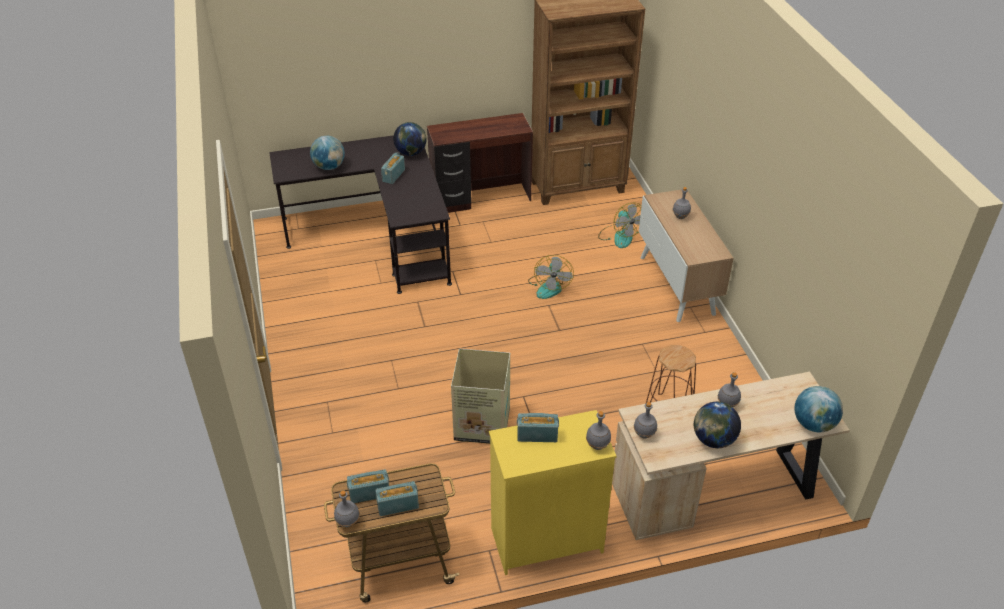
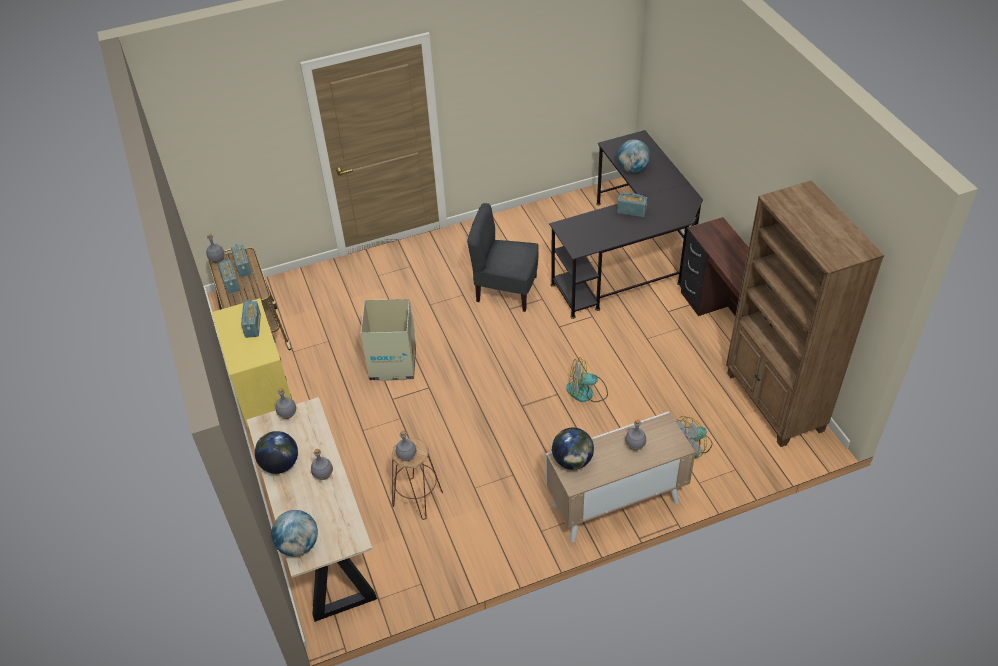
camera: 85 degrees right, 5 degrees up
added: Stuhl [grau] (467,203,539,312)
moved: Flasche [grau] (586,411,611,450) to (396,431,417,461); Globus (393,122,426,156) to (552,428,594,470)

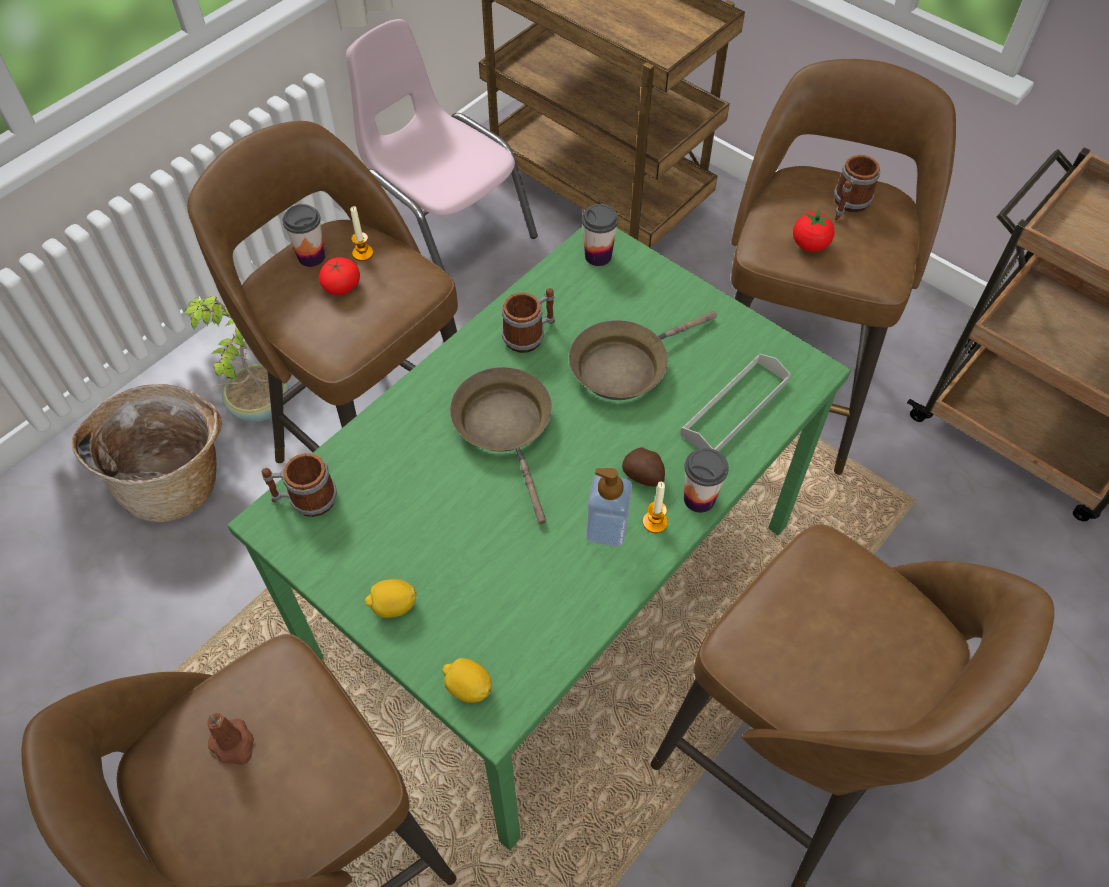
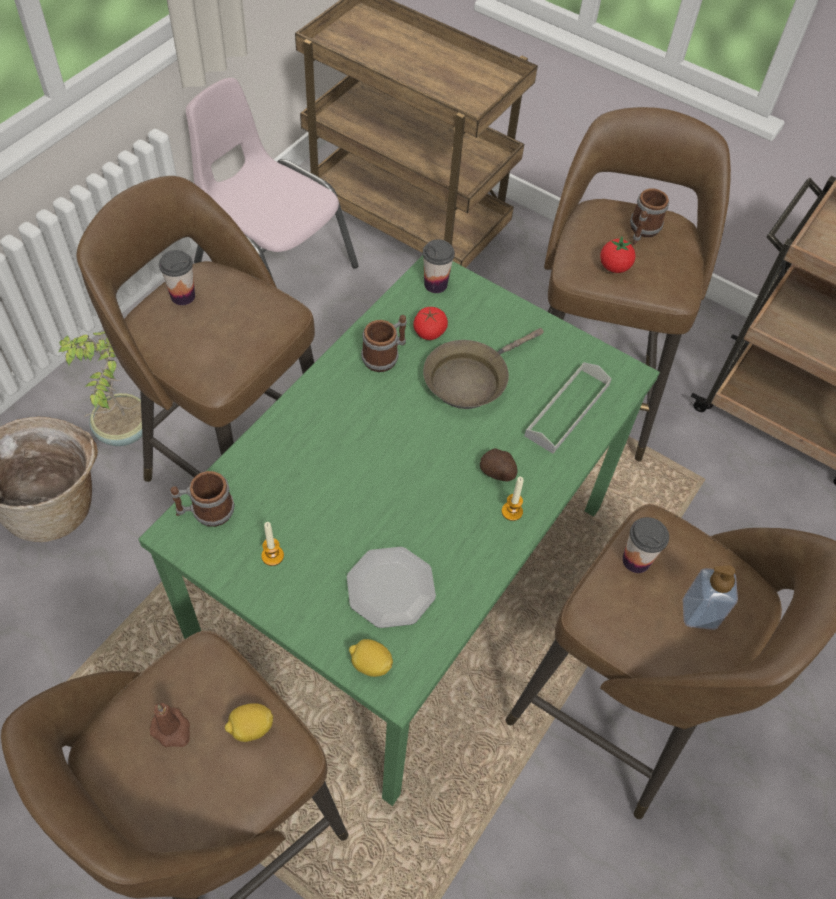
camera: 10 degrees left, 0 degrees up
removed: Pfanne [braun] (450,367,552,524)
added: Teller (347,547,436,628)
moved: Zitrone (365,579,417,618) to (225,703,273,742); Kerze (350,206,374,261) to (261,522,284,566); Tomate (319,257,360,295) to (413,307,448,340); Tasse (684,448,729,513) to (622,517,669,573); Seifenspender (586,468,632,547) to (683,565,738,630)

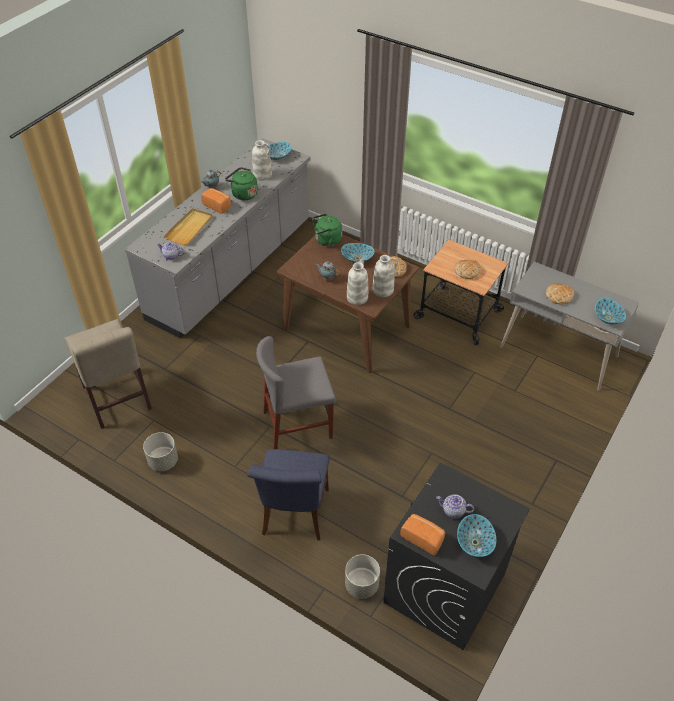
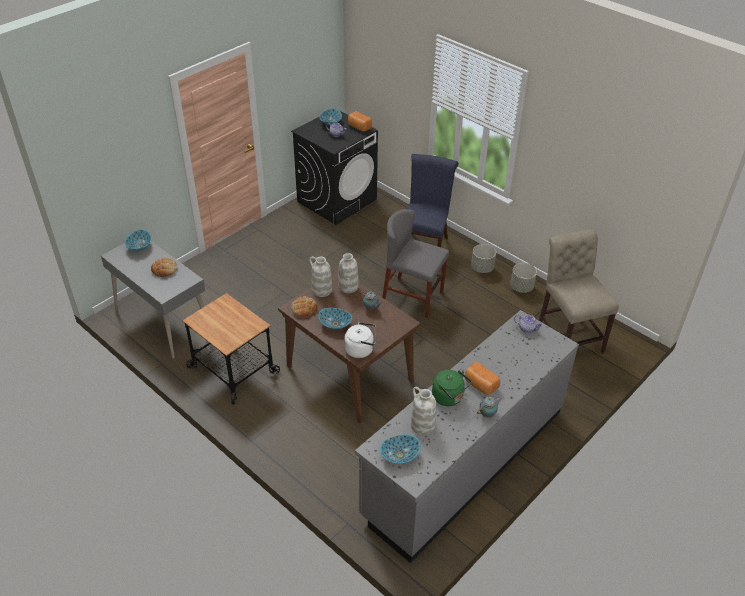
camera: 170 degrees left, 5 degrees down
removed: Tablett [beige] (164,208,213,245); Brot (455,260,481,279)
moved: Pflanzkübel [grau] (345,554,380,599) to (471,244,496,273)
recoloured: Wasserkessel [grün] (312,213,342,246) to Wasserkessel [weiß] (344,322,376,358)
turned: Stuhl [grau] (256,336,336,449) = (382,209,449,318) 150 degrees counterclockwise

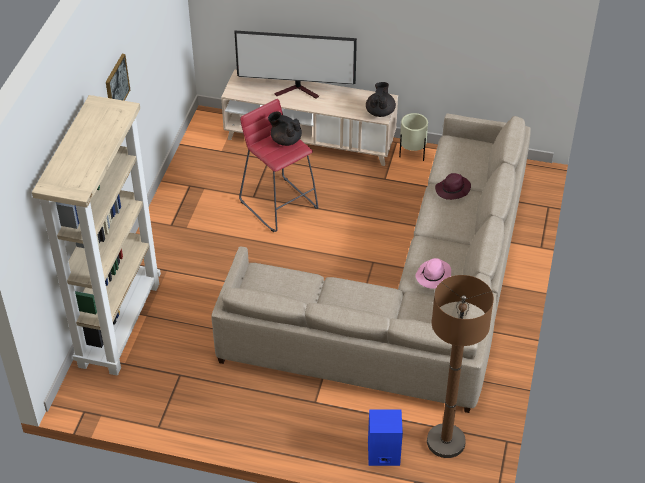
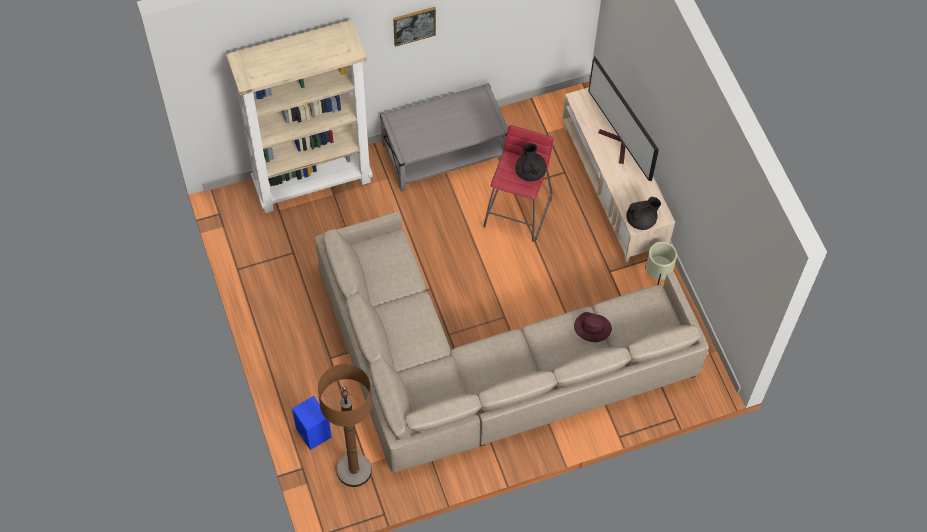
camera: 55 degrees right, 15 degrees up
removed: Hut [rosa] (415,258,451,289)
added: Couchtisch [grau] (380,83,508,191)

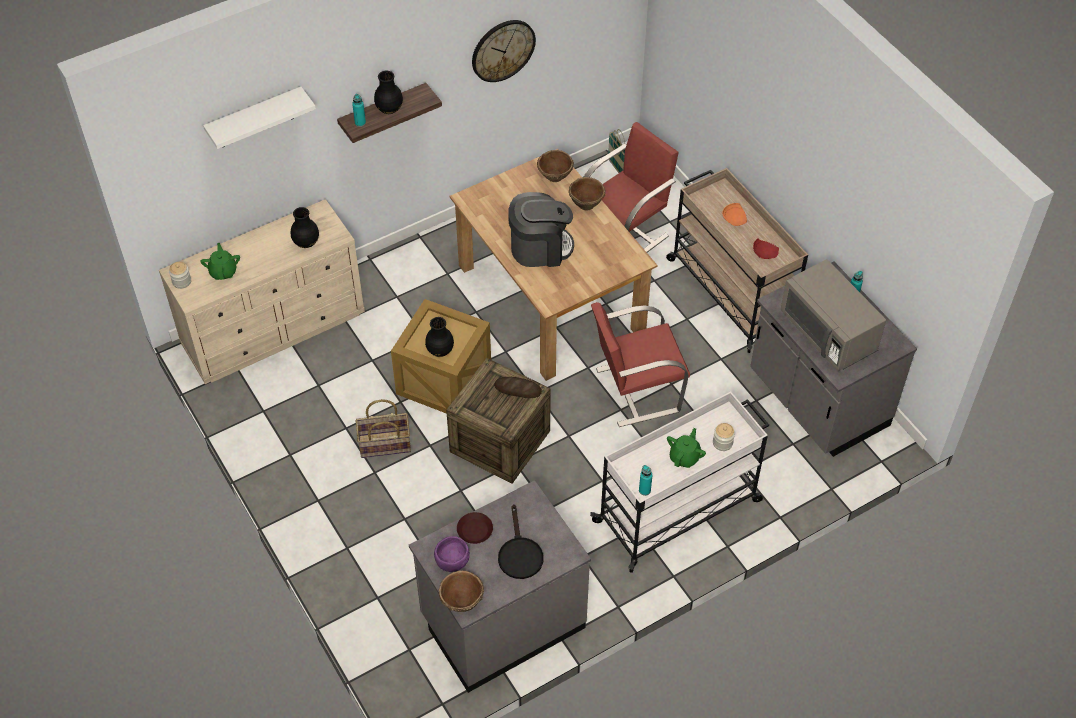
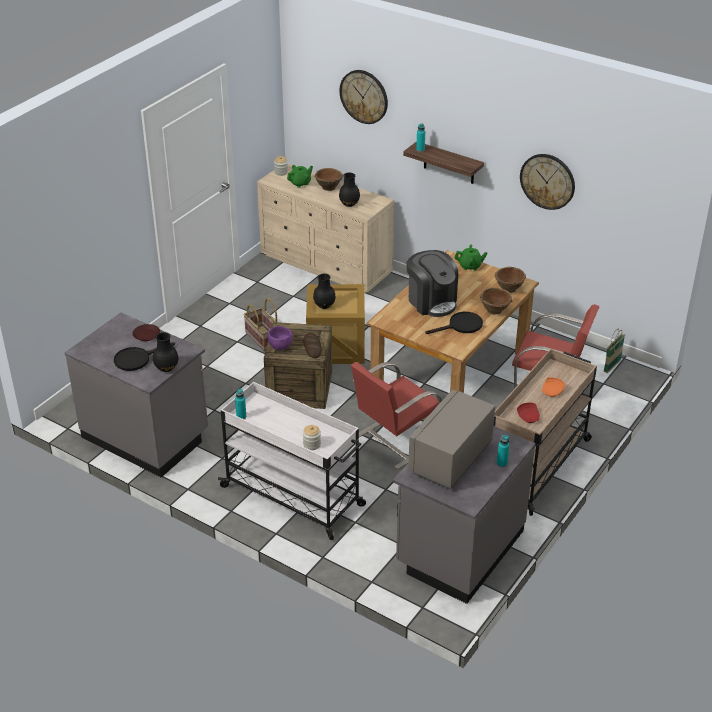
camera: 65 degrees right, 15 degrees down
added: Pfanne [schwarz] (425,312,483,334)
moved: Vase [schwarz] (374,71,403,114) to (153,332,178,372); Schüssel [lila] (434,536,470,572) to (268,326,293,350); Schüssel [braun] (439,571,484,612) to (314,168,342,191); Teekanne [grün] (667,428,706,468) to (455,245,488,270)
replaced: Wandregal [weiß] (203,87,316,149) to Wanduhr (339,70,388,124)
turned: Stuhl [rot] (591,302,690,427) = (351,362,442,469) 90 degrees counterclockwise

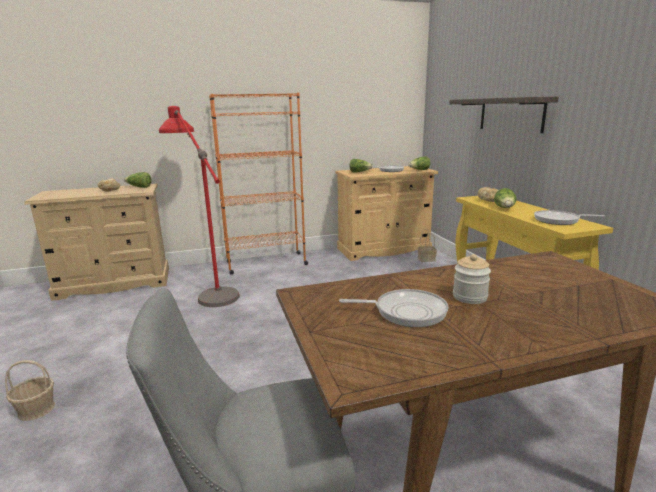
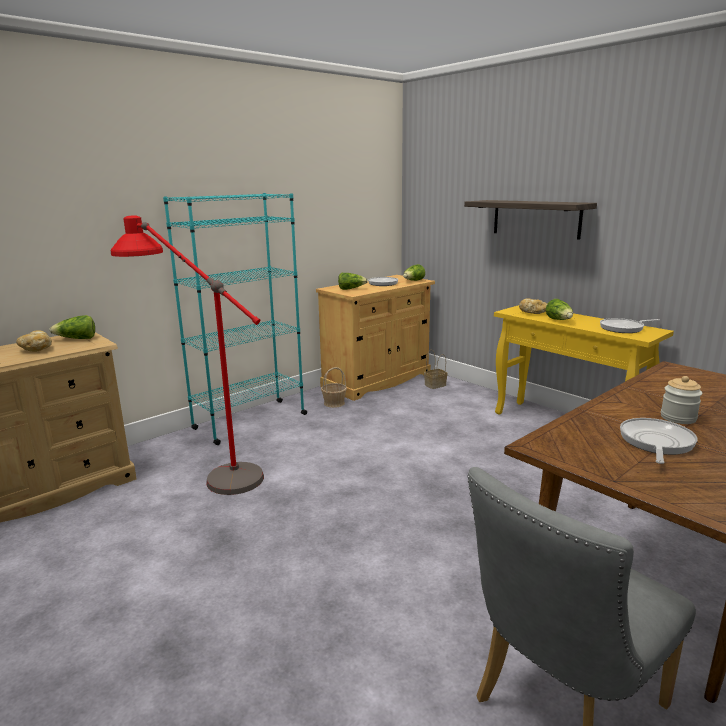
camera: 25 degrees left, 0 degrees up
moved: Korb (5,360,55,421) to (321,367,347,408)
recoloured: Bücherregal [orange] (209,93,308,275) to Bücherregal [türkis] (163,193,307,445)
turned: Pfanne (339,289,448,327) = (620,418,698,464) 45 degrees counterclockwise

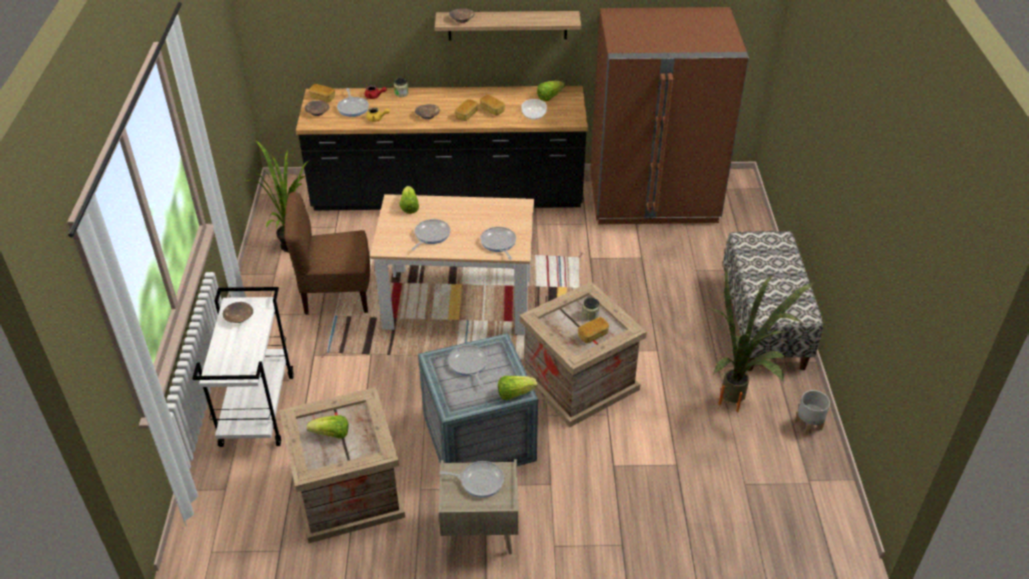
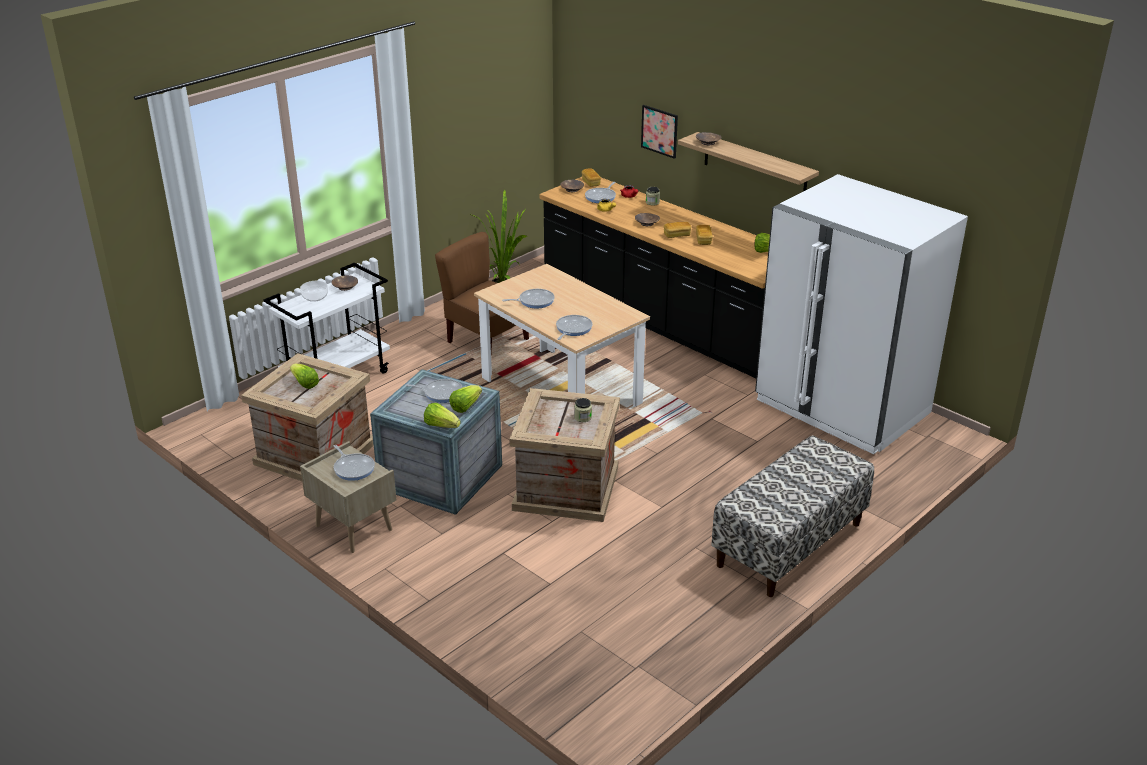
camera: 45 degrees right, 10 degrees down
removed: Brot (578,317,609,343); Topfpflanze (708,269,814,412); Pflanzkübel [grau] (795,390,830,436)
added: Bild (641,105,678,159)
moved: Schüssel (522,99,547,120) to (300,281,328,302); Salatkopf (399,186,419,214) to (449,385,482,413)
recoloured: Kühlschrank [braun] (590,7,749,224) to Kühlschrank [weiß] (755,174,968,454)
turned: Pfanne (448,345,488,386) = (405,379,463,403) 75 degrees clockwise

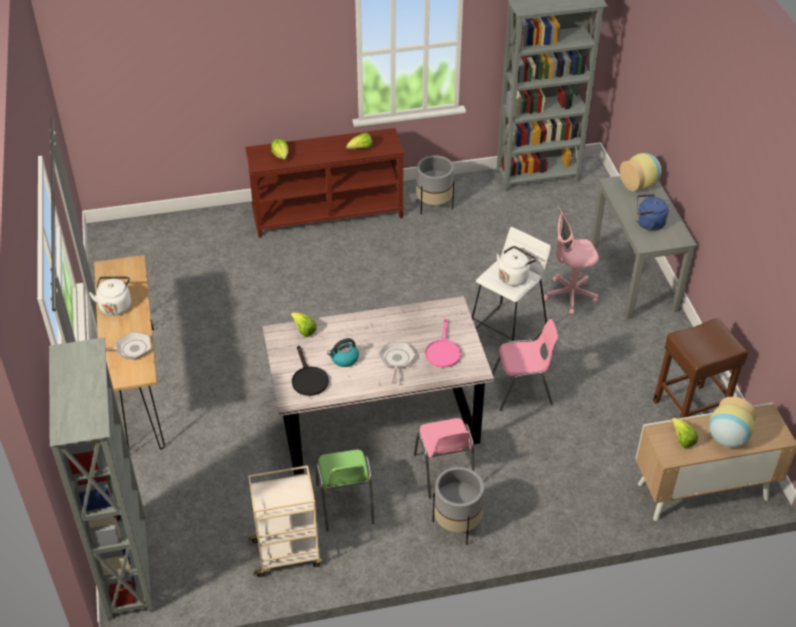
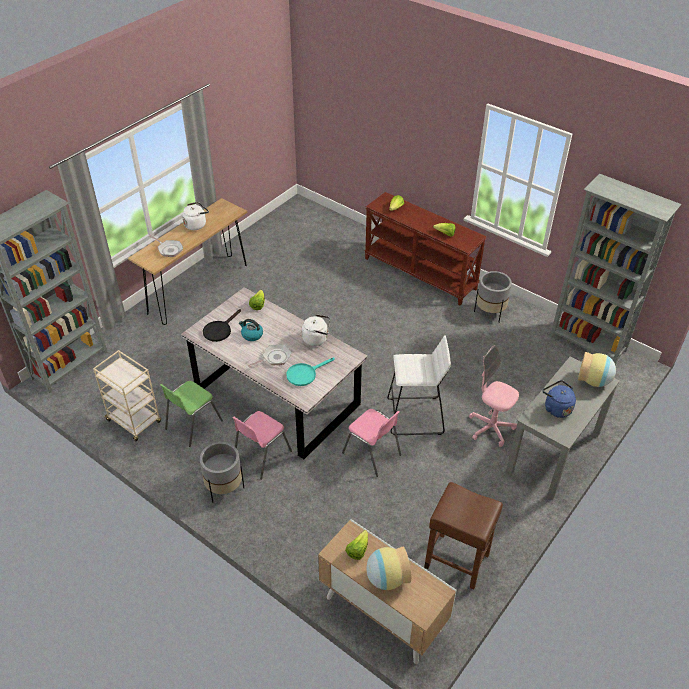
camera: 50 degrees right, 0 degrees up
moved: Wasserkessel [weiß] (496,246,536,286) to (302,314,330,346)
recoloured: Pfanne [rosa] (425,318,461,368) to Pfanne [türkis] (286,358,334,386)

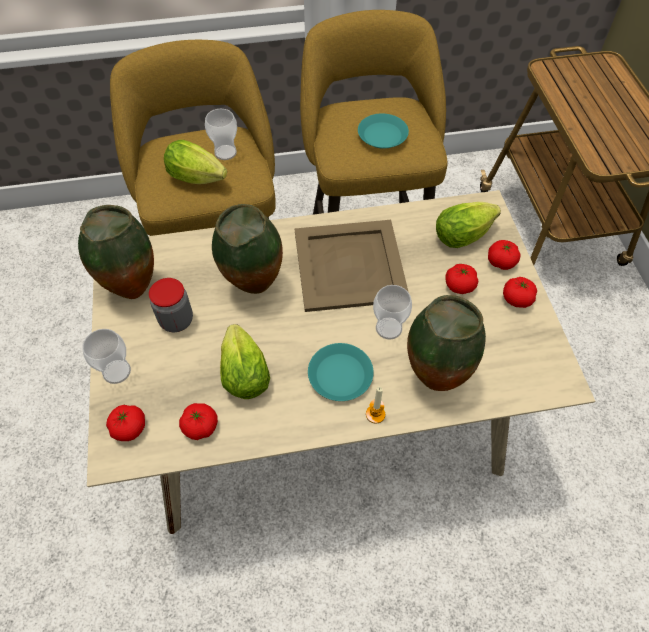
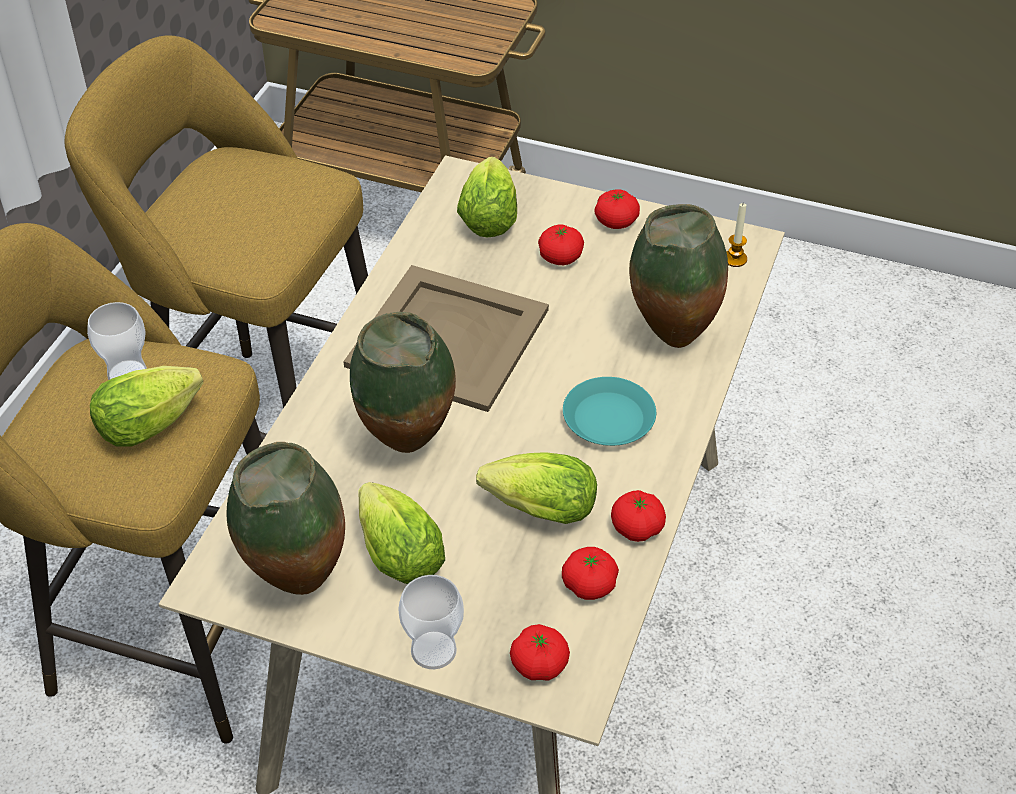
camera: 60 degrees left, 10 degrees down
removed: Teller [türkis] (358,113,409,149); Tasse (373,285,412,340)
moved: Tomate (488,240,521,270) to (611,490,666,542); Kerze (366,387,385,424) to (727,203,747,267)
replaced: Vorratsglas (149,278,193,332) to Salatkopf (358,482,445,584)

